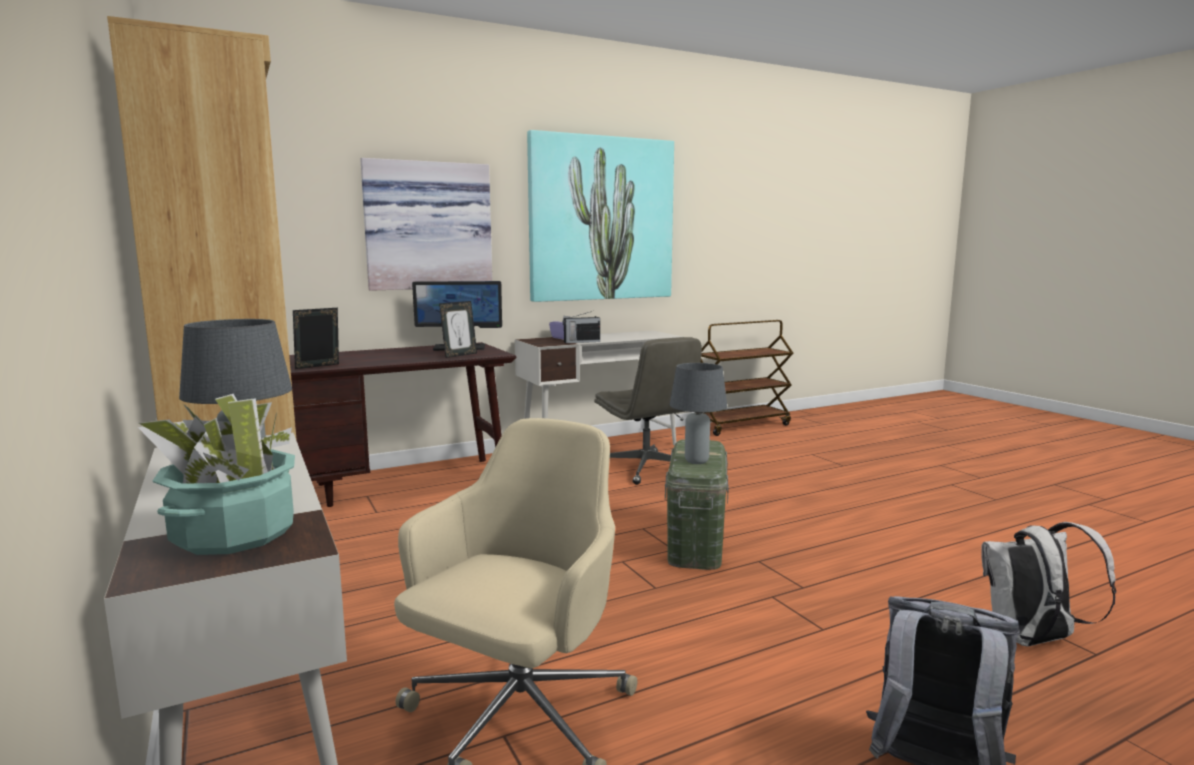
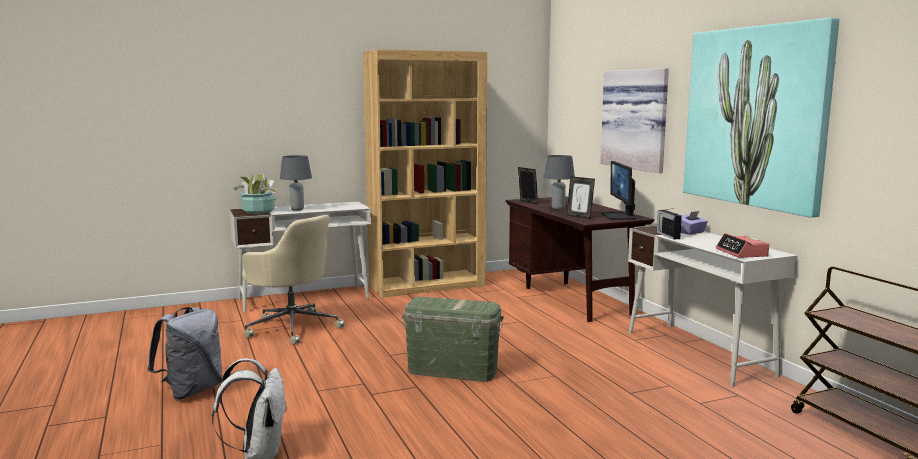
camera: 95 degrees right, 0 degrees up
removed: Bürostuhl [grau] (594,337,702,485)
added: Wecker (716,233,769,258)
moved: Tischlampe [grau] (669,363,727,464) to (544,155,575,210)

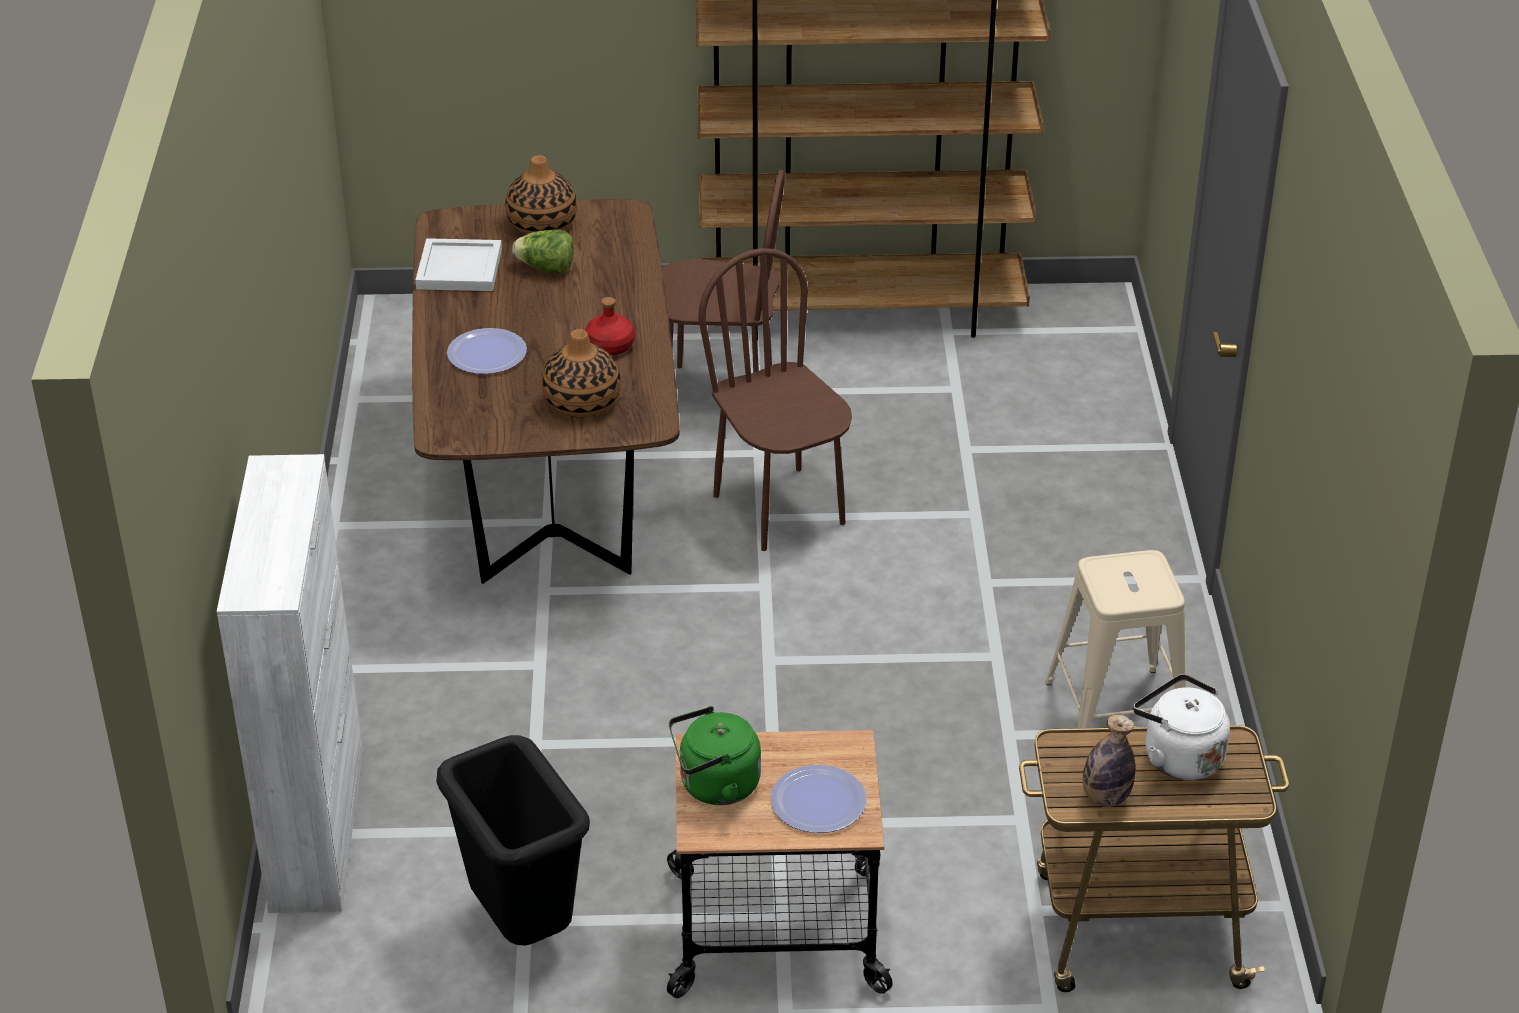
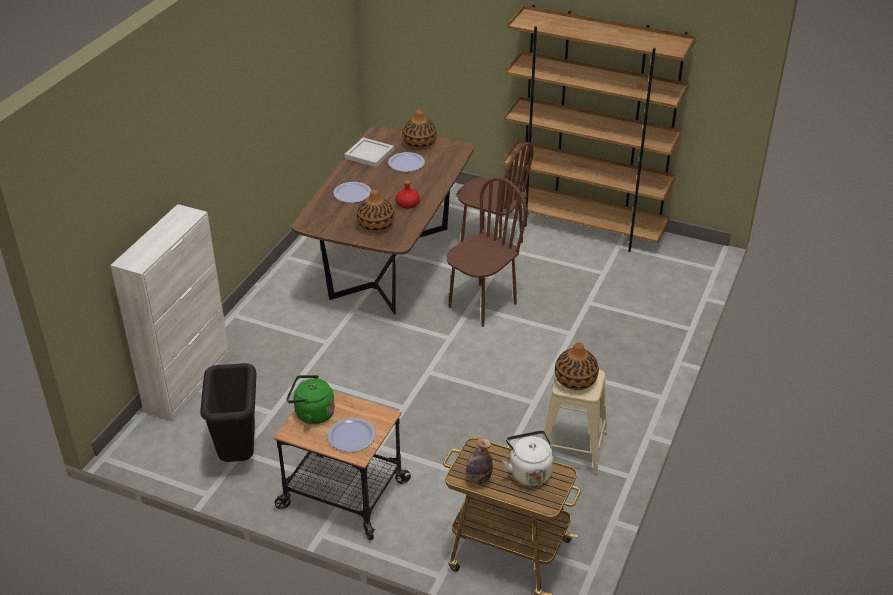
camera: 25 degrees right, 0 degrees up
added: Vase (555,342,599,390)
replaced: Salatkopf (512,229,574,274) to Teller (388,152,425,172)
turned: Stuhl [braun] (699,248,852,551) = (446,177,527,327) 45 degrees clockwise

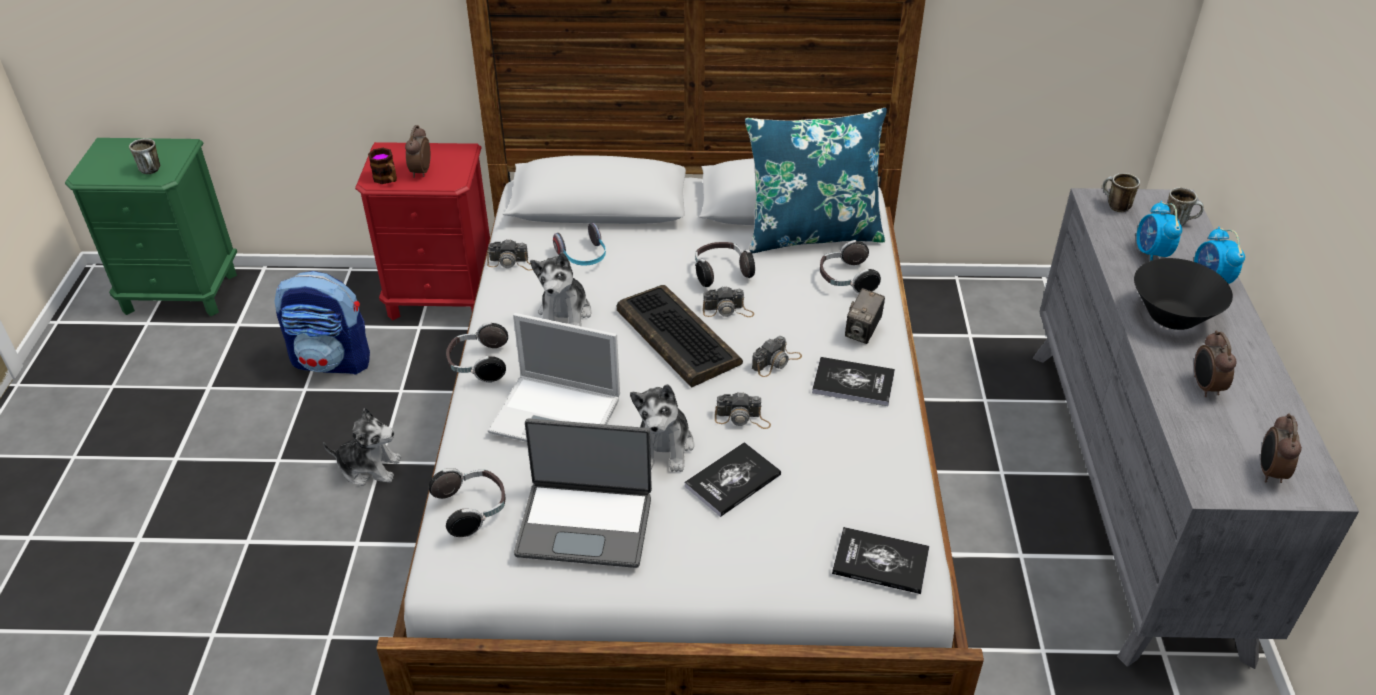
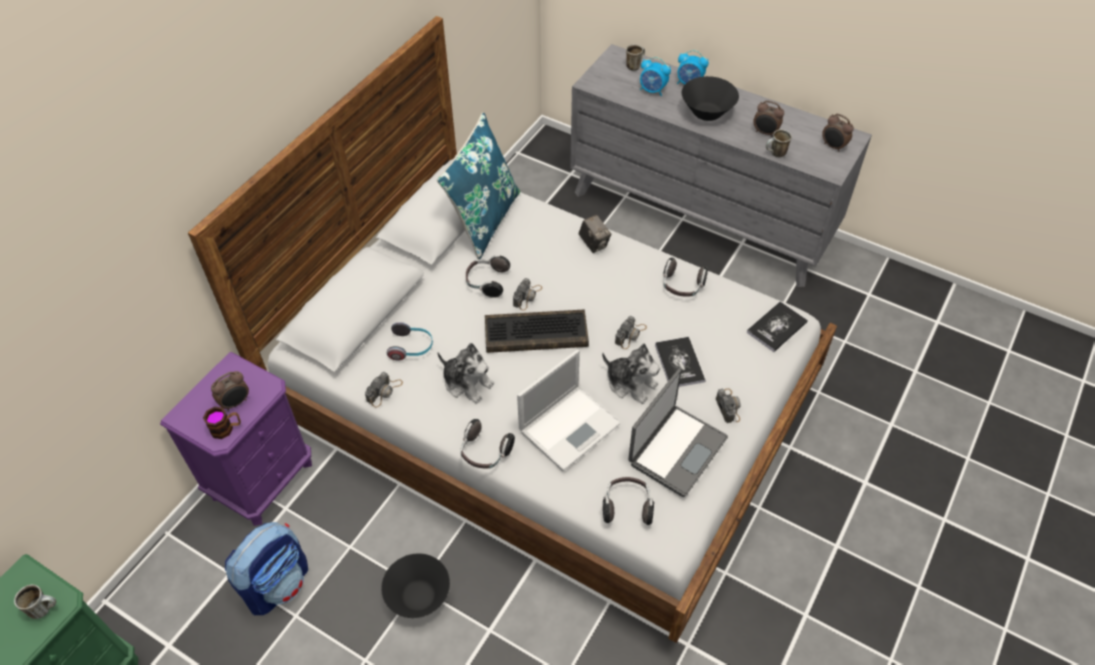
camera: 60 degrees left, 10 degrees up
removed: Buch (812,357,895,406)
moved: Kopfhörer (820,240,881,293) to (663,258,708,297); Kamera (752,336,802,377) to (716,388,741,423); Henkelbecher (1103,173,1140,212) to (766,129,792,157)
replaced: Plüschtier (323,408,401,486) to Schüssel [schwarz] (381,553,450,618)
recoloured: Nachttisch [rot] (355,142,490,320) to Nachttisch [lila] (160,352,312,526)
turned: Wecker (405,125,431,178) = (211,371,249,411) 75 degrees counterclockwise

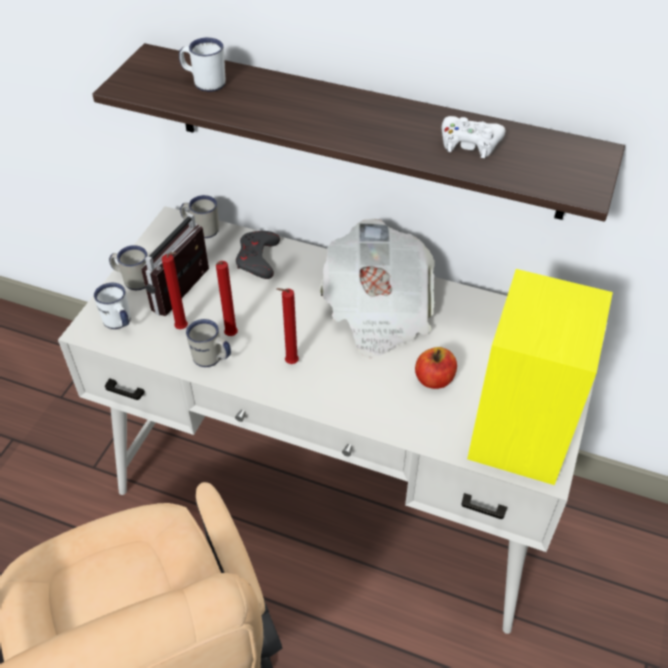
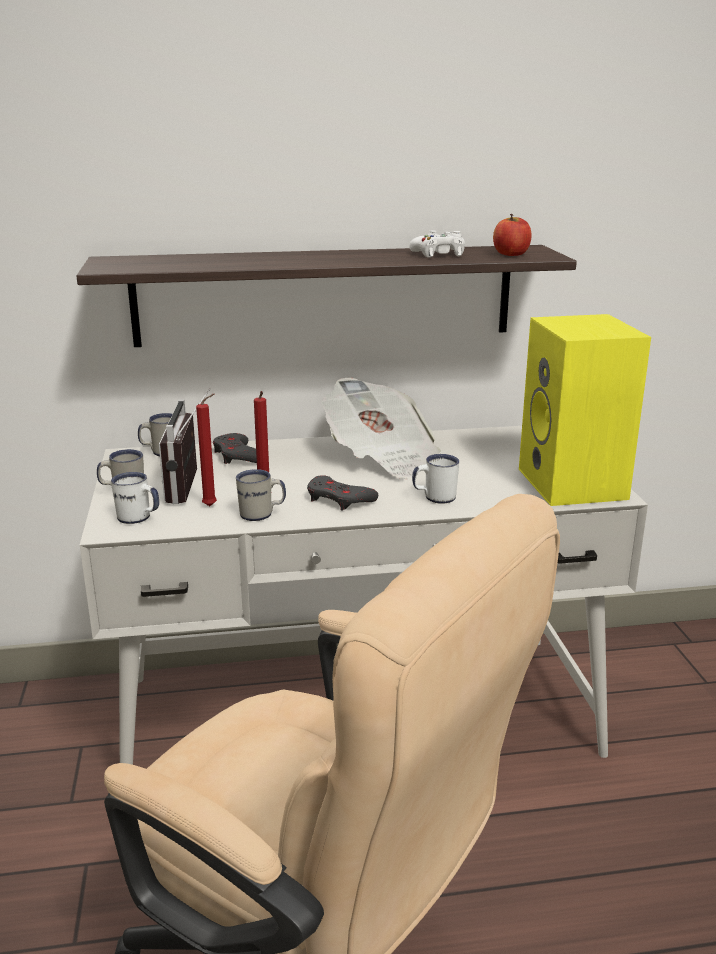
camera: 30 degrees left, 25 degrees down
moved: Henkelbecher [weiß] (179,38,225,92) to (412,454,459,504); Apfel (415,347,457,389) to (493,214,532,256)
replaced: Kerze [rot] (276,288,299,364) to Gamepad [grau] (307,475,378,511)

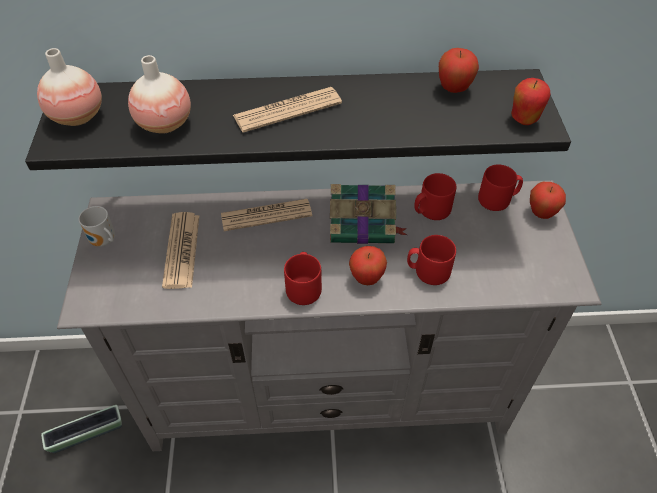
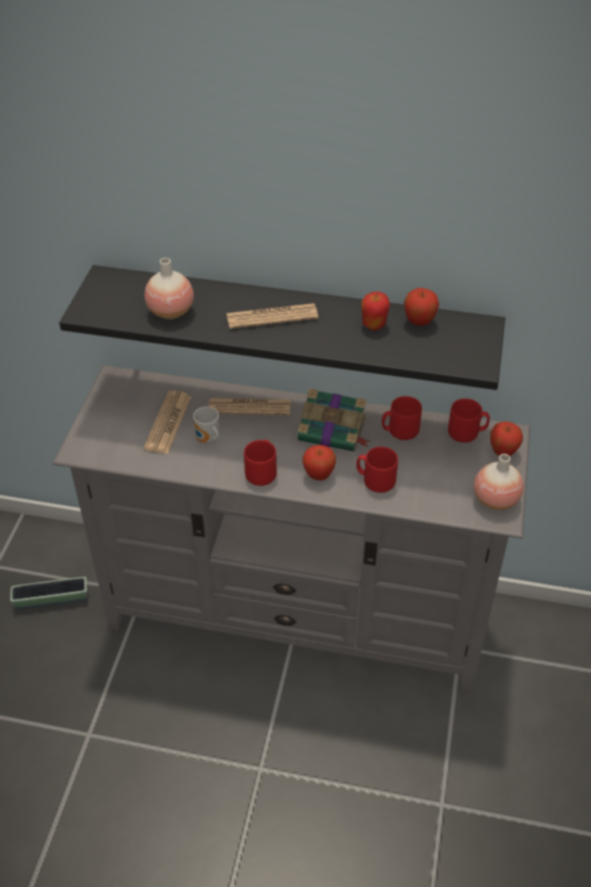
camera: 15 degrees right, 5 degrees down
moved: Henkelbecher (79,206,115,247) to (193,407,220,444); Apfel (511,78,551,125) to (361,292,390,330); Vase (37,48,102,126) to (474,454,524,510)

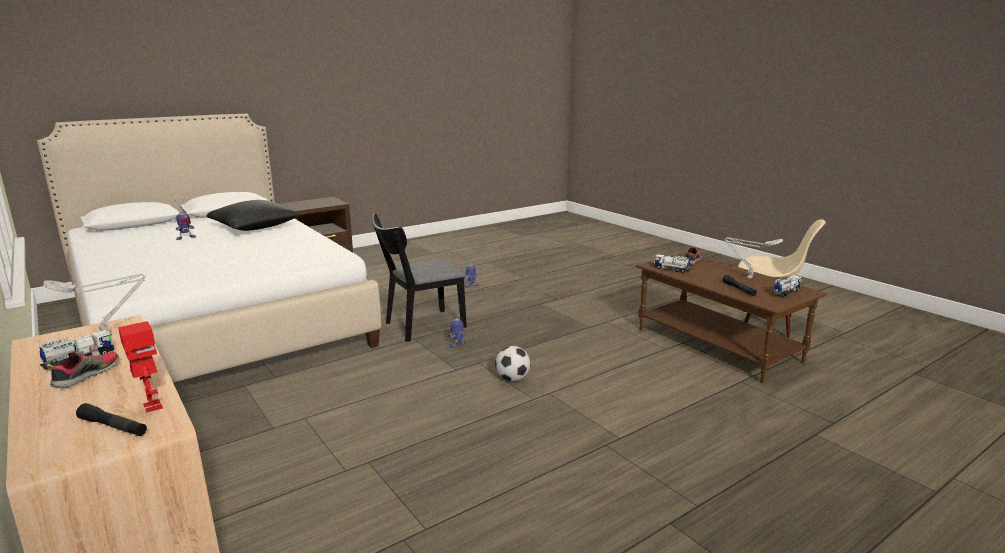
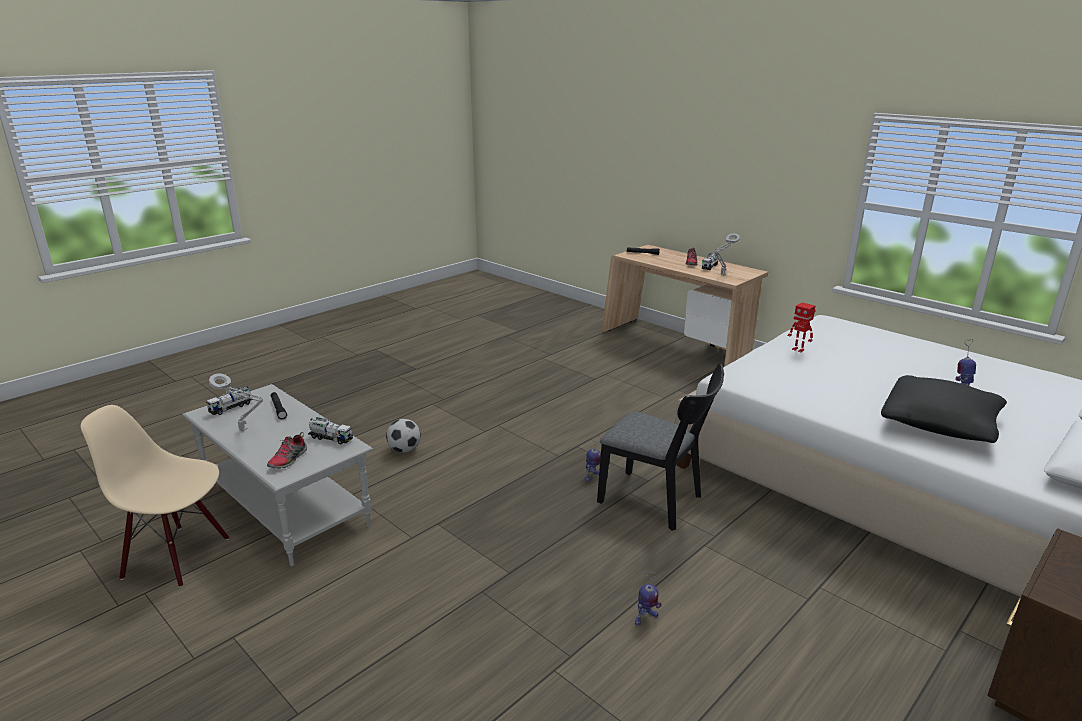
camera: 170 degrees right, 5 degrees up
moved: Fußball (495,346,530,382) to (386,419,421,453); Spielzeugroboter (118,321,163,412) to (788,302,816,352)
recoloured: Couchtisch [braun] (636,252,827,383) to Couchtisch [grau] (182,384,373,566)
turned: Stuhl [schwarz] (372,213,467,342) = (597,364,724,531) 75 degrees clockwise

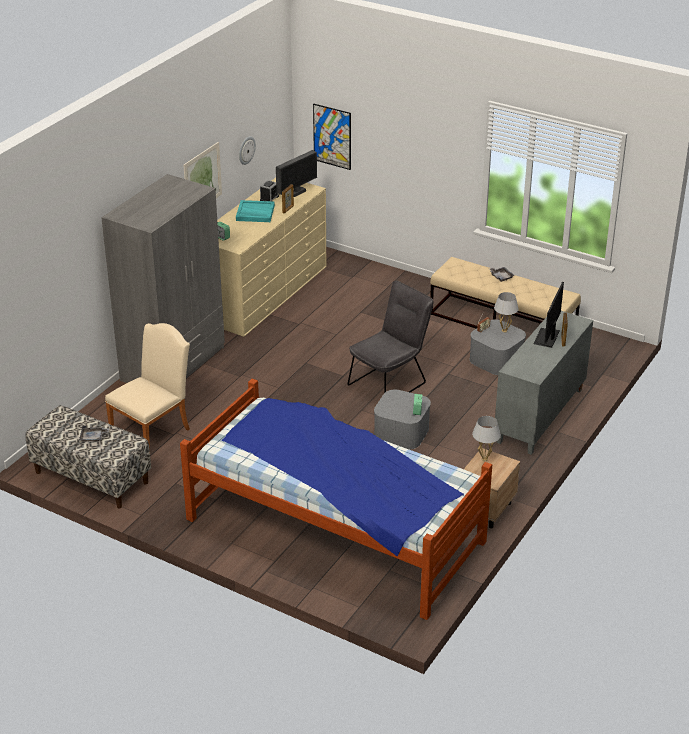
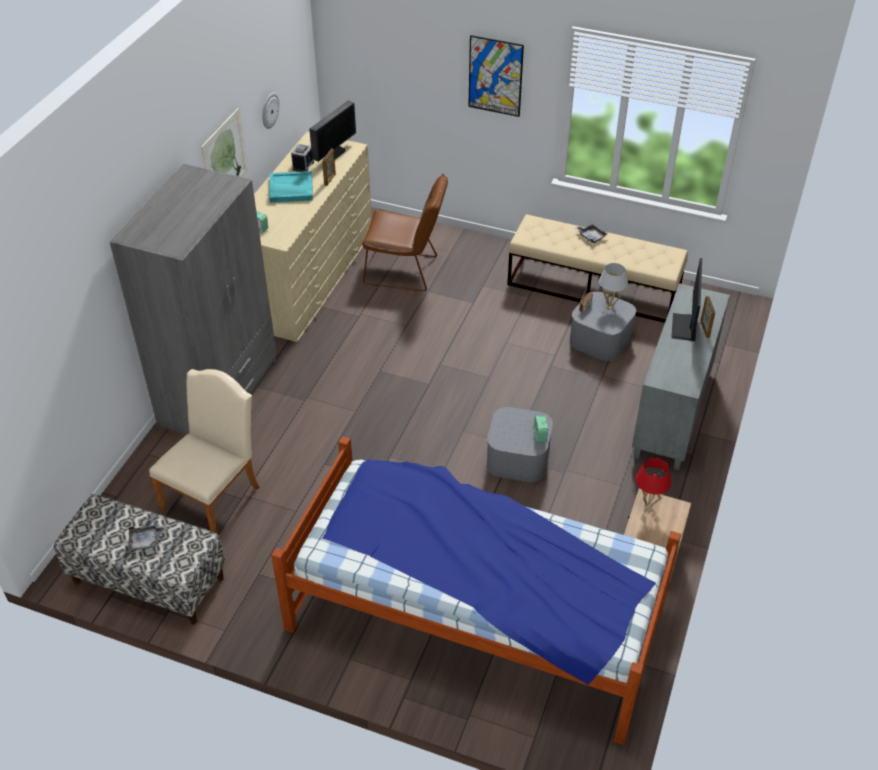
camera: 10 degrees left, 10 degrees up
removed: Stuhl [grau] (348,280,434,393)
added: Stuhl [braun] (362,174,448,291)
moved: Bild (313,104,351,170) to (468,35,524,117)
recoloured: Tischlampe [weiß] (472,416,501,461) to Tischlampe [rot] (635,458,672,509)

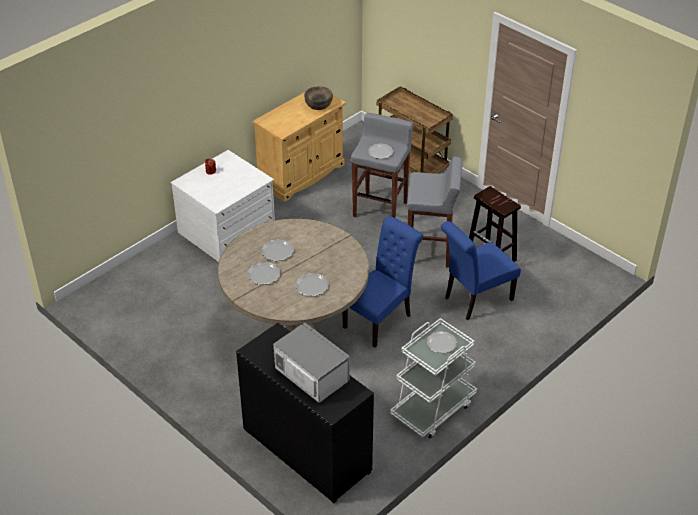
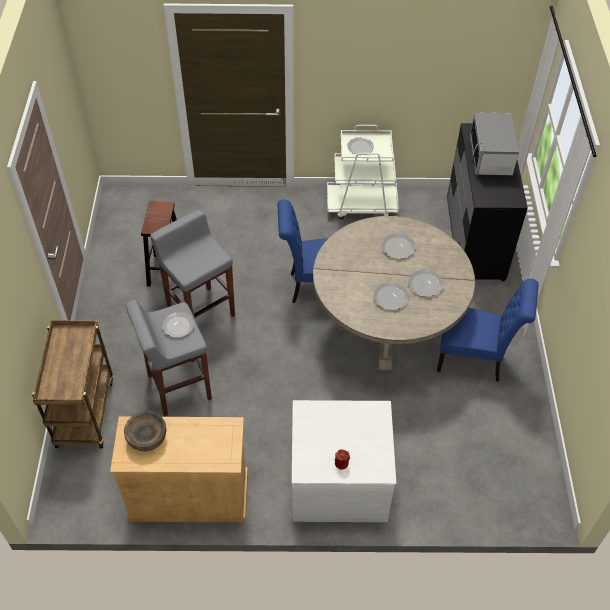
camera: 135 degrees left, 10 degrees up
moved: Stuhl [blau] (440,221,521,320) to (437,279,538,382)

